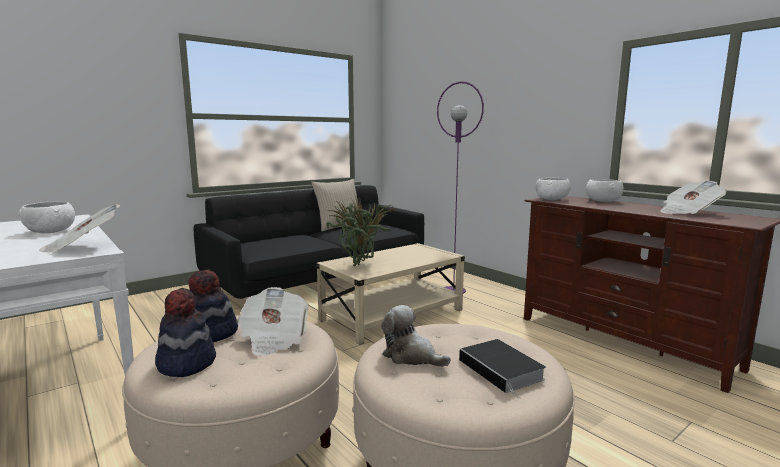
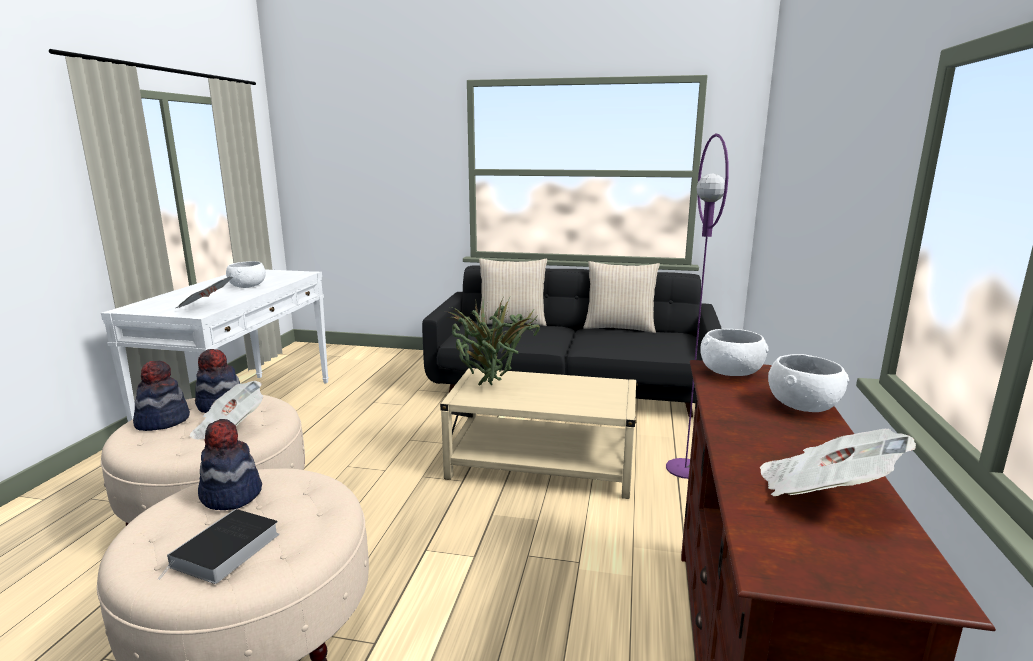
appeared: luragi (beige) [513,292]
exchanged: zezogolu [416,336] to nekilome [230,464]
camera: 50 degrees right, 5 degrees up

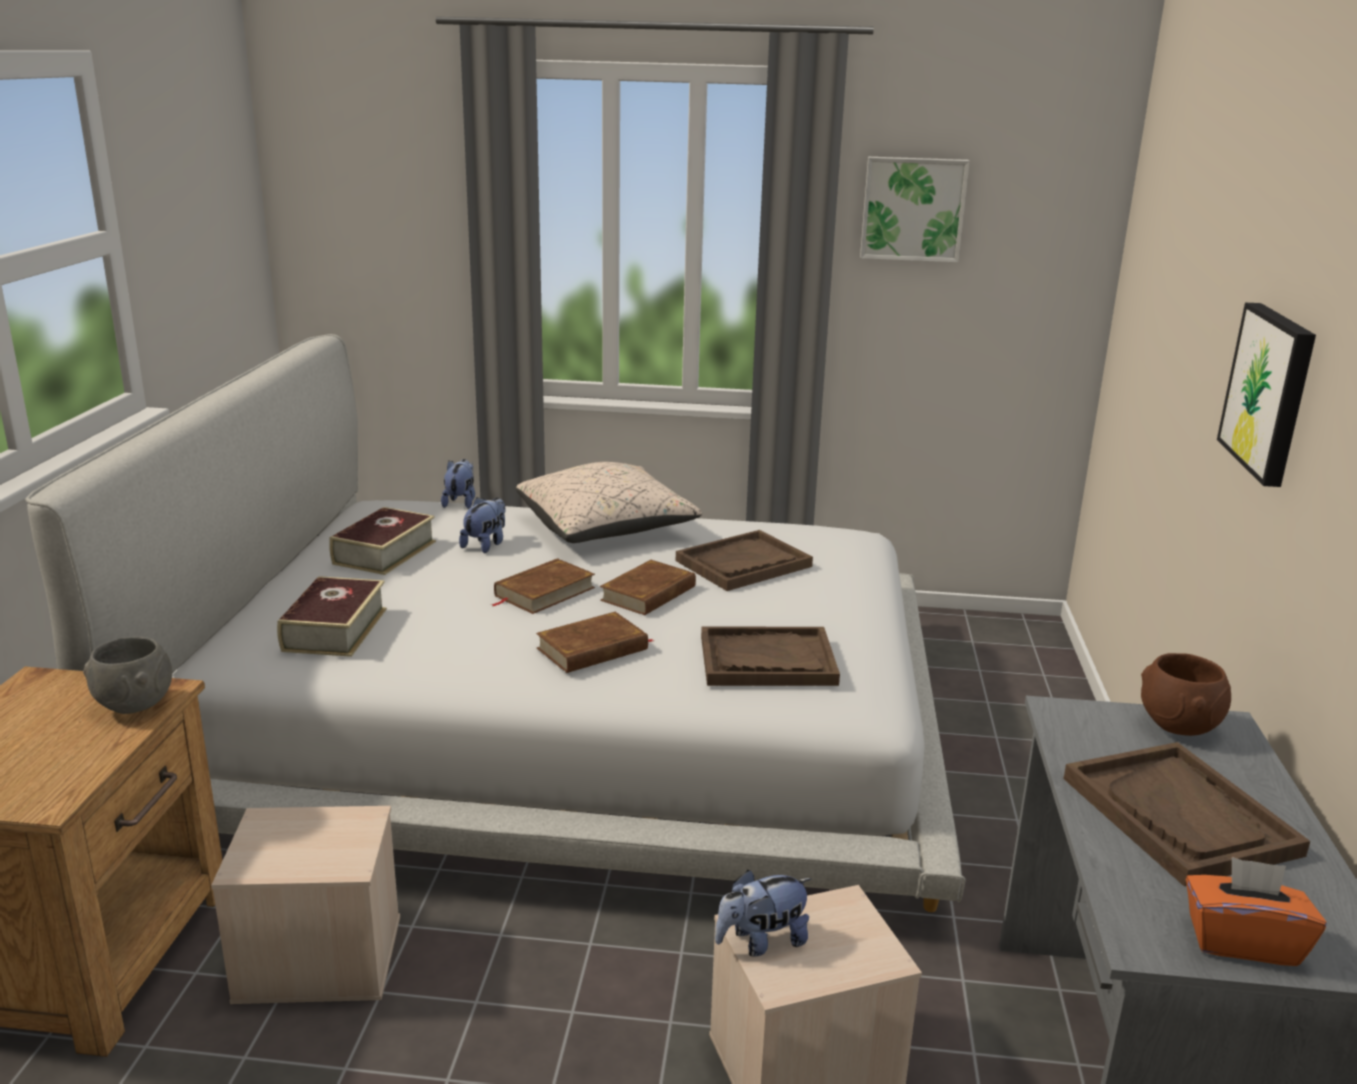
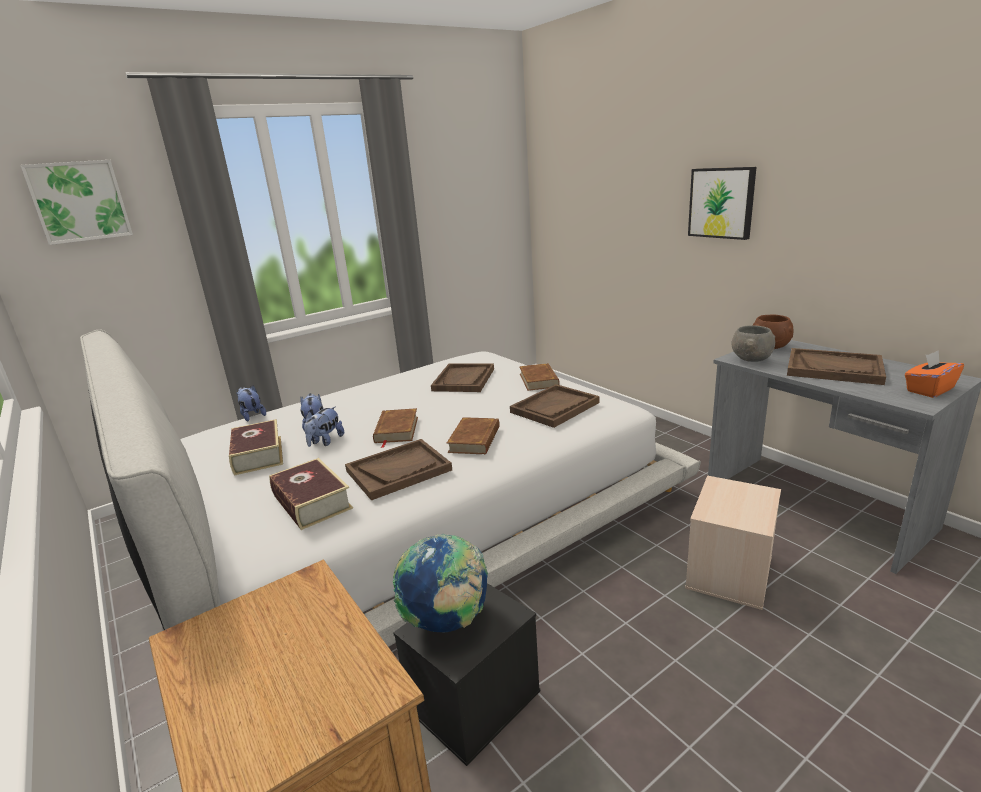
missing: luragi (beige) [609,502]
appeared: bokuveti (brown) [398,469]; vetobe [441,583]
relocated: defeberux [915,209] to [76,202]; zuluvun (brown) [648,587] to [539,377]; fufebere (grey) [127,675] to [753,343]; zezogolu [763,913] to [324,426]
colour: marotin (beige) [305,905] to marotin (black) [466,674]
camera: 40 degrees left, 0 degrees up

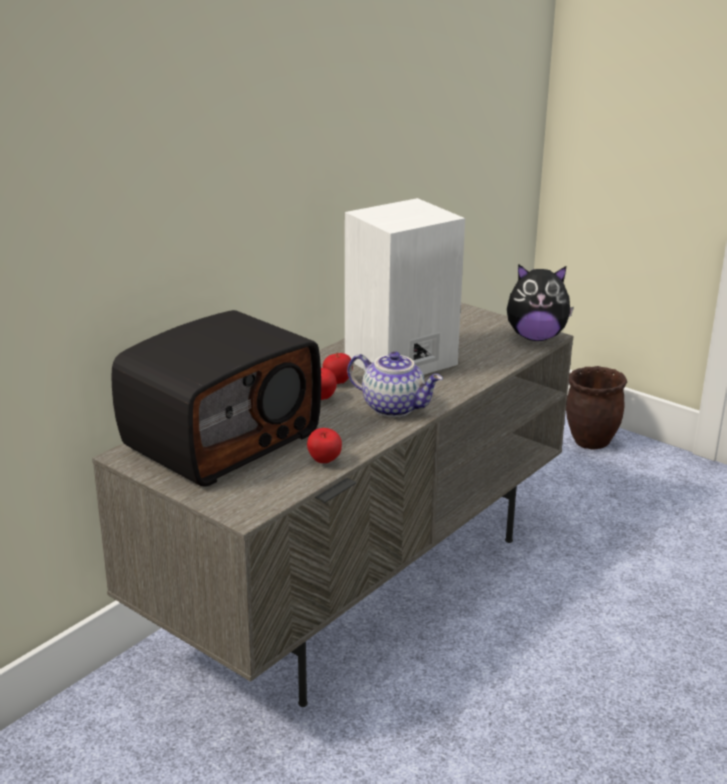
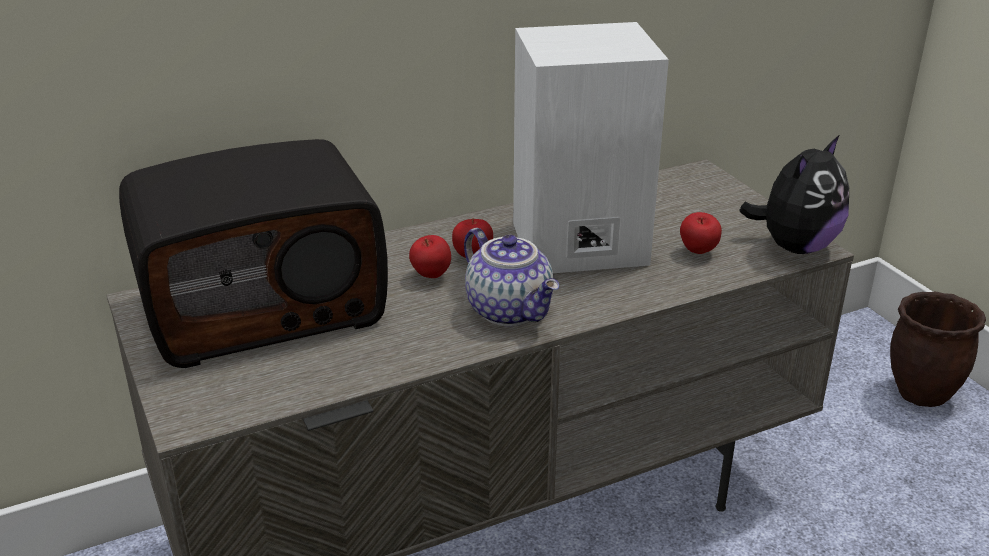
relocated: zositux [324,445] to [701,233]
spun: zezogolu [540,302] = [794,194] 75 degrees counterclockwise
camera: 25 degrees right, 5 degrees up

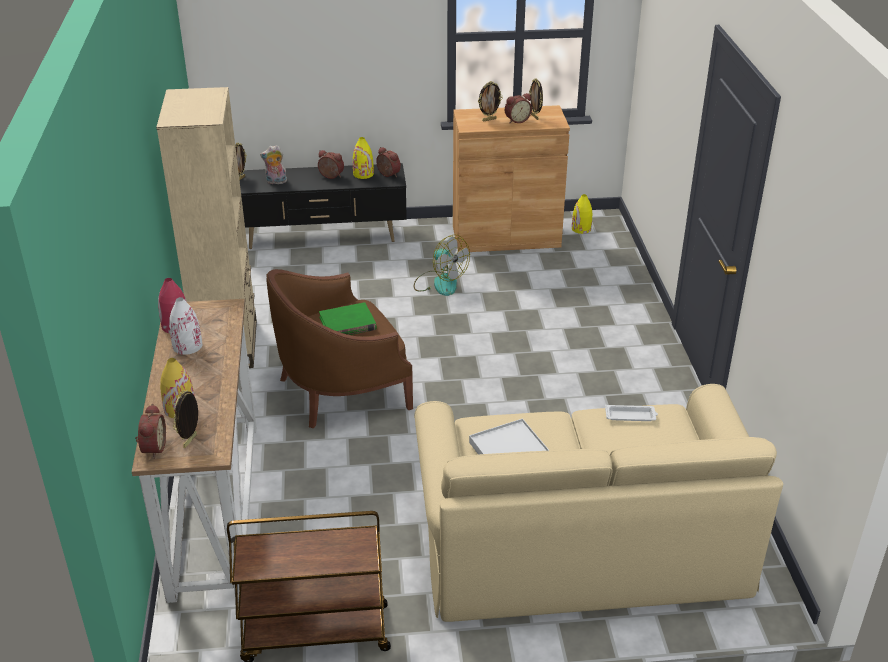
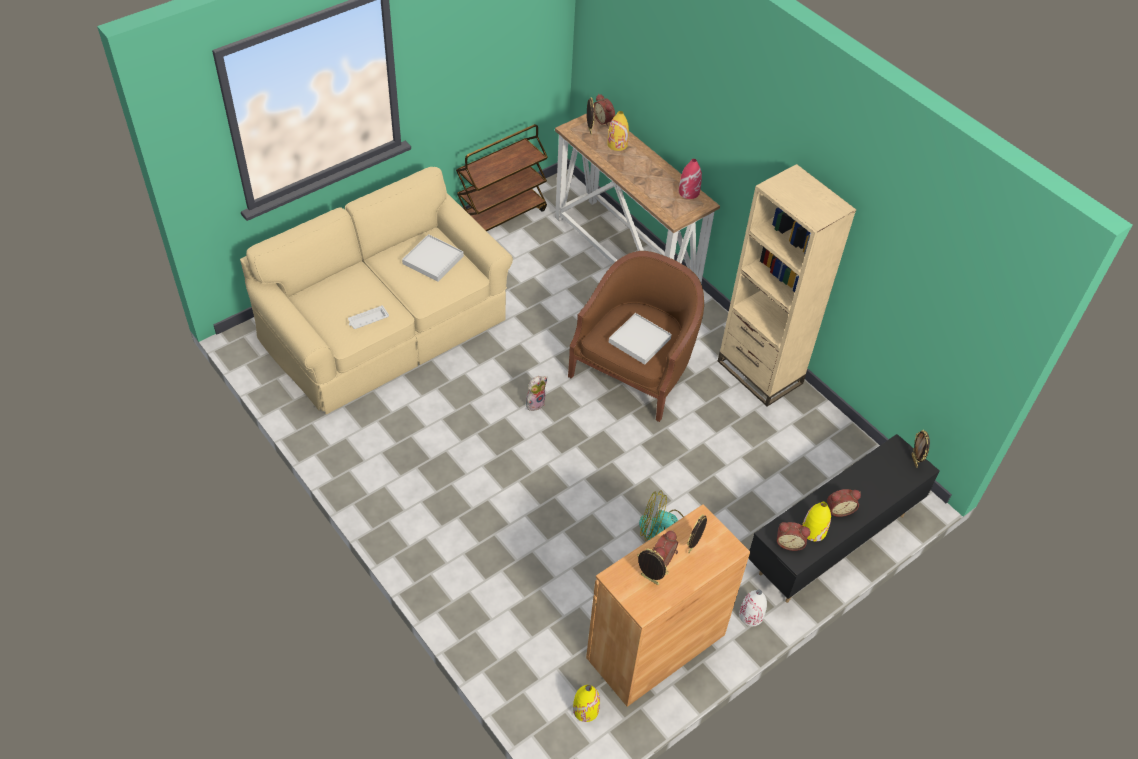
relocated: zezogolu [273,164] to [537,393]; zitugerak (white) [185,326] to [753,607]
exchanged: zuluvun (green) [347,318] to bokuveti (white) [640,339]
camera: 145 degrees right, 15 degrees up

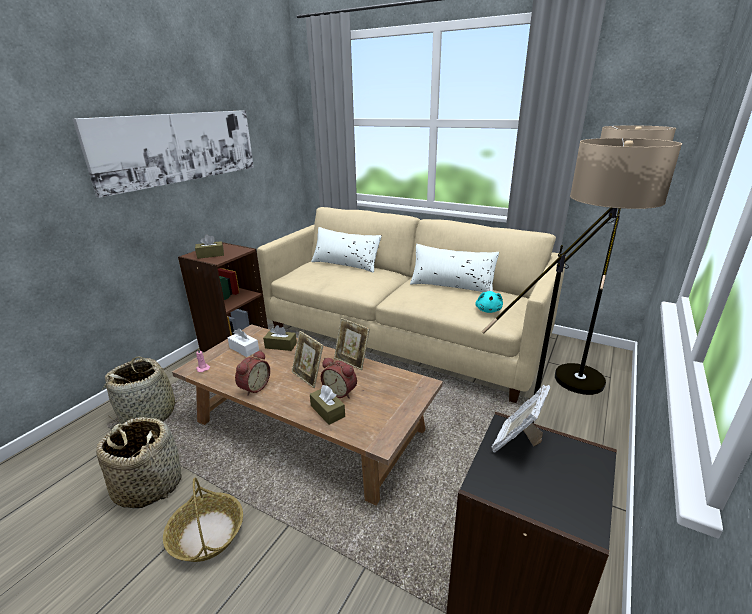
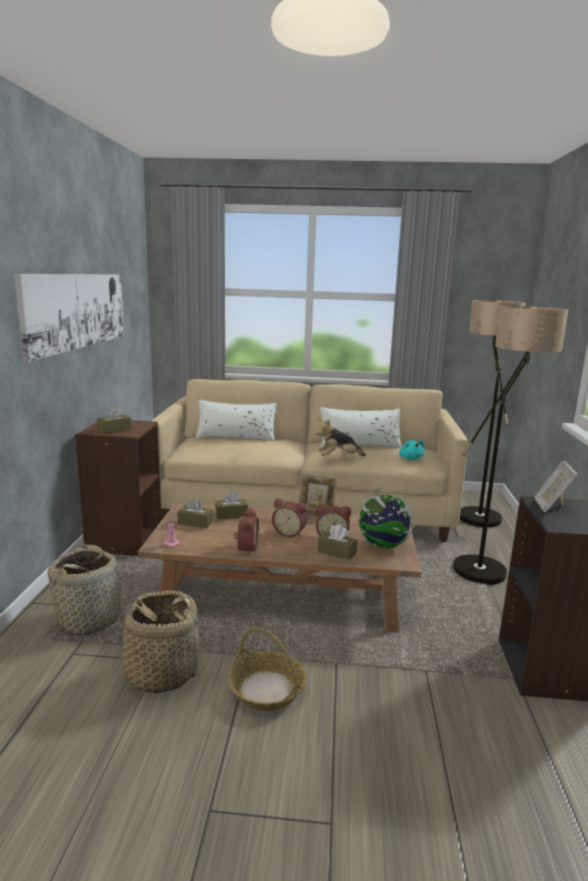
appeared: zezogolu [341,437]; vetobe [386,518]
exchanged: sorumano [307,359] to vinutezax [289,517]
colour: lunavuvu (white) [243,342] to lunavuvu (brown) [195,513]
camera: 25 degrees left, 10 degrees down

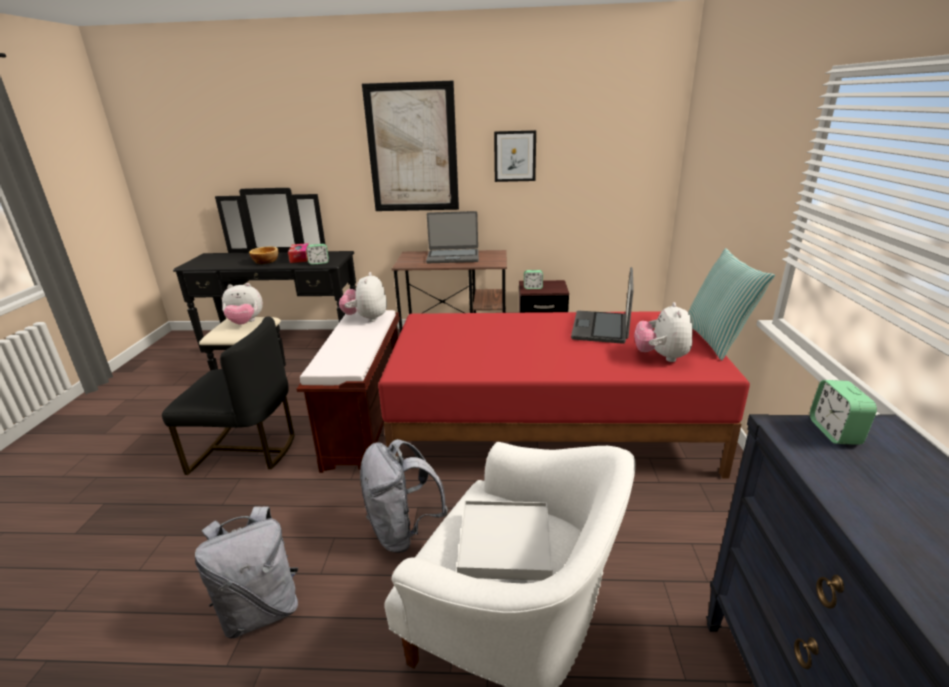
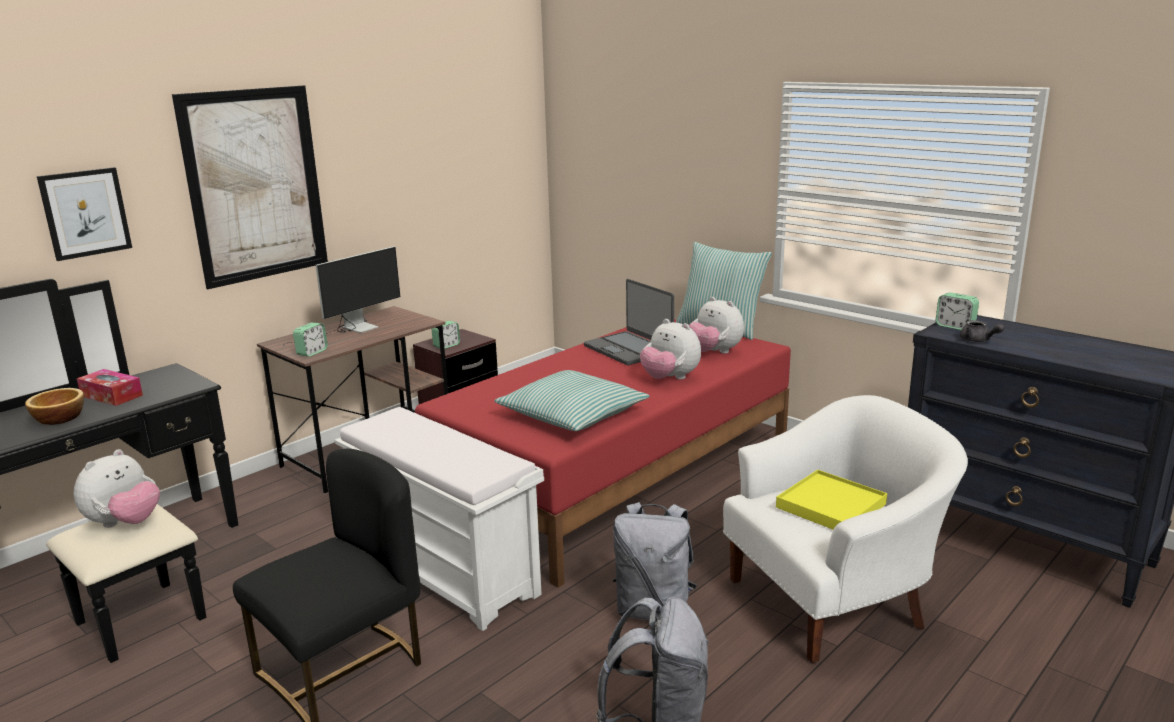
appeared: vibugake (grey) [982,331]; luragi [572,400]
relocated: defeberux [515,156] to [84,214]; vinutezax [317,254] to [310,340]; zezogolu [363,297] to [670,349]
exchanged: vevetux [452,237] to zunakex [341,296]
colour: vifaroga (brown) [348,391] to vifaroga (white) [439,519]; bokuveti (white) [505,540] to bokuveti (yellow) [831,500]
camera: 50 degrees left, 5 degrees down

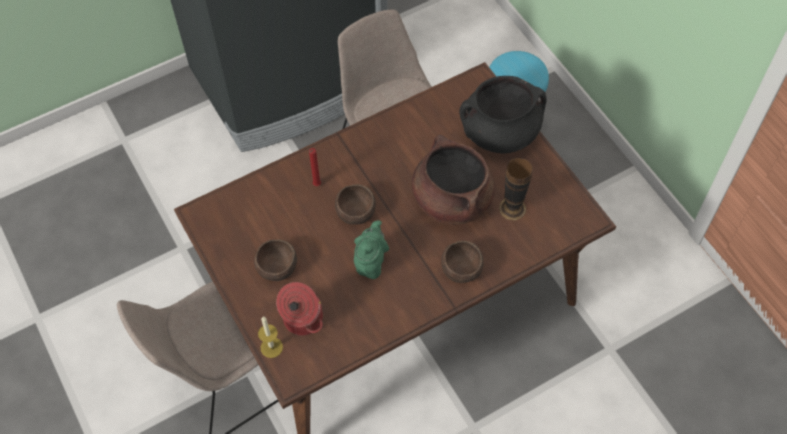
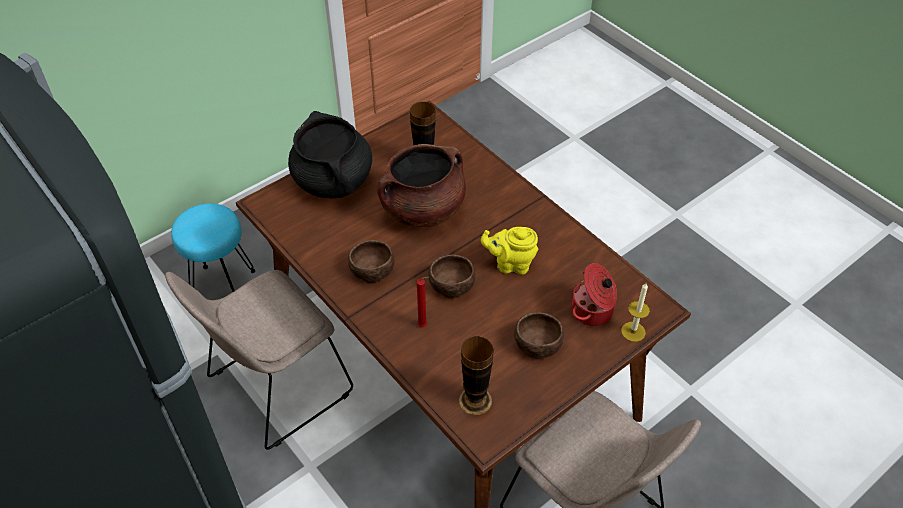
appeared: zitugerak [476,375]
relocated: fufebere (brown) [462,262] to [371,261]
colour: vibugake (green) [371,249] to vibugake (yellow) [509,251]
camera: 100 degrees left, 10 degrees down

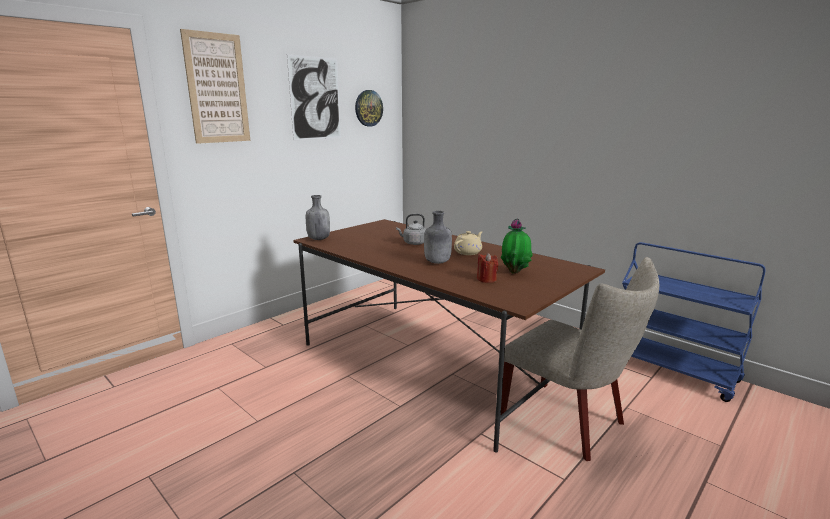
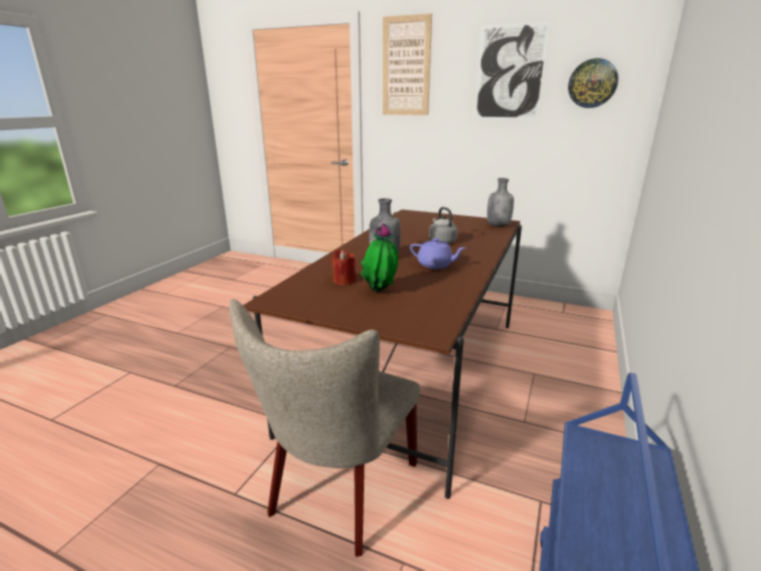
relocated: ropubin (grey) [318,217] to [500,202]
colour: vibugake (beige) [468,243] to vibugake (purple) [437,253]
camera: 70 degrees right, 5 degrees up

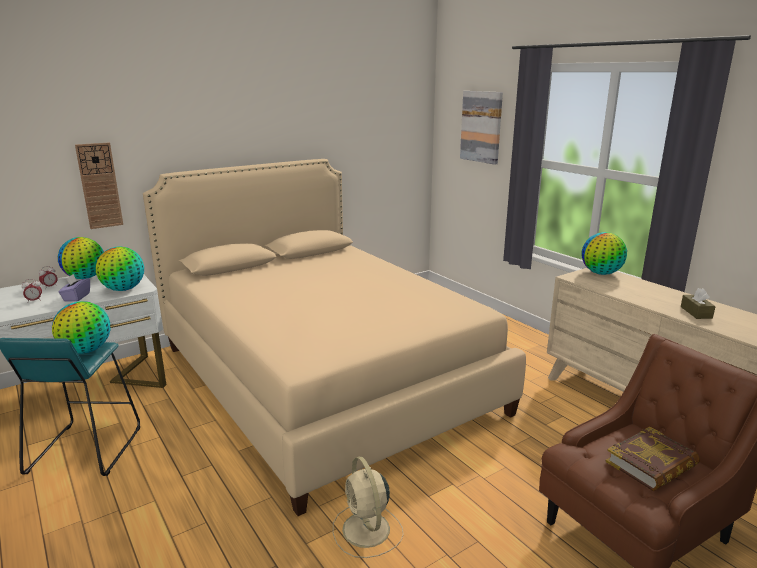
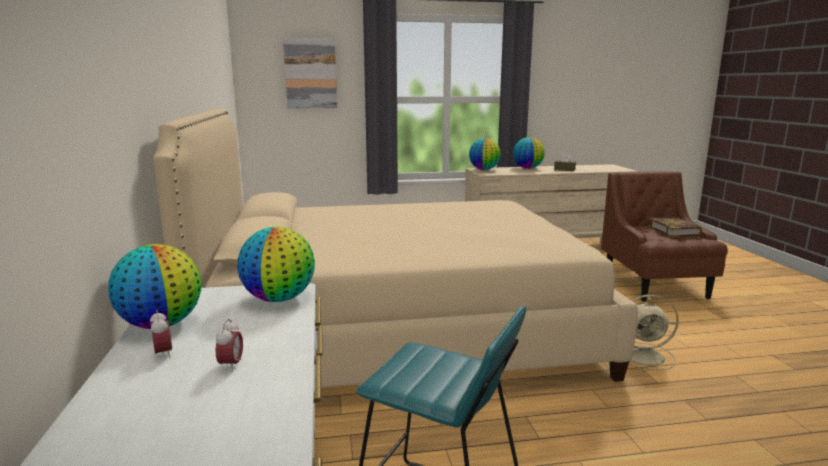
missing: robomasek [99,185]; lunavuvu (purple) [74,288]
relocated: vetobe [81,327] to [529,153]
camera: 65 degrees left, 5 degrees down

